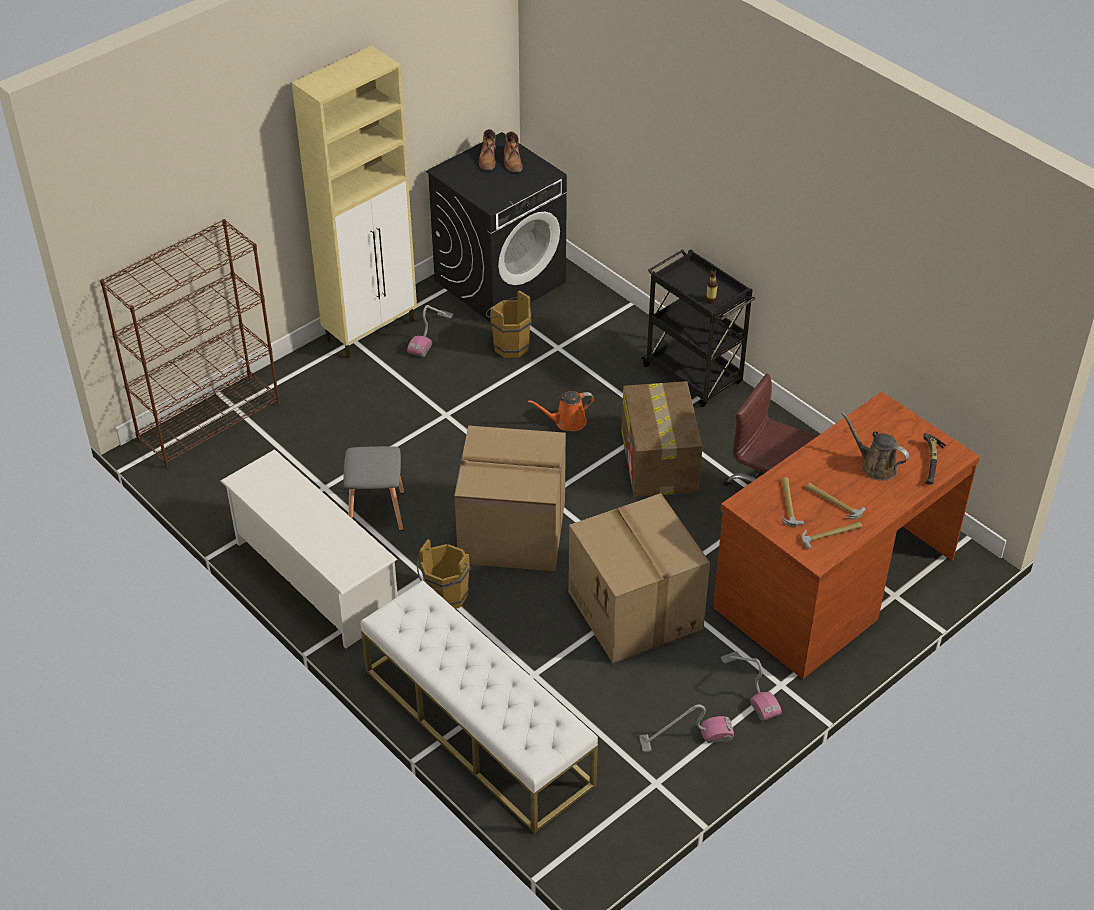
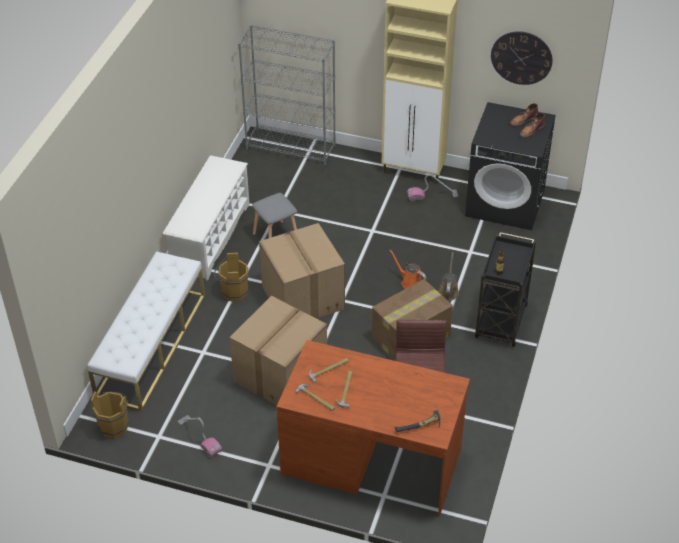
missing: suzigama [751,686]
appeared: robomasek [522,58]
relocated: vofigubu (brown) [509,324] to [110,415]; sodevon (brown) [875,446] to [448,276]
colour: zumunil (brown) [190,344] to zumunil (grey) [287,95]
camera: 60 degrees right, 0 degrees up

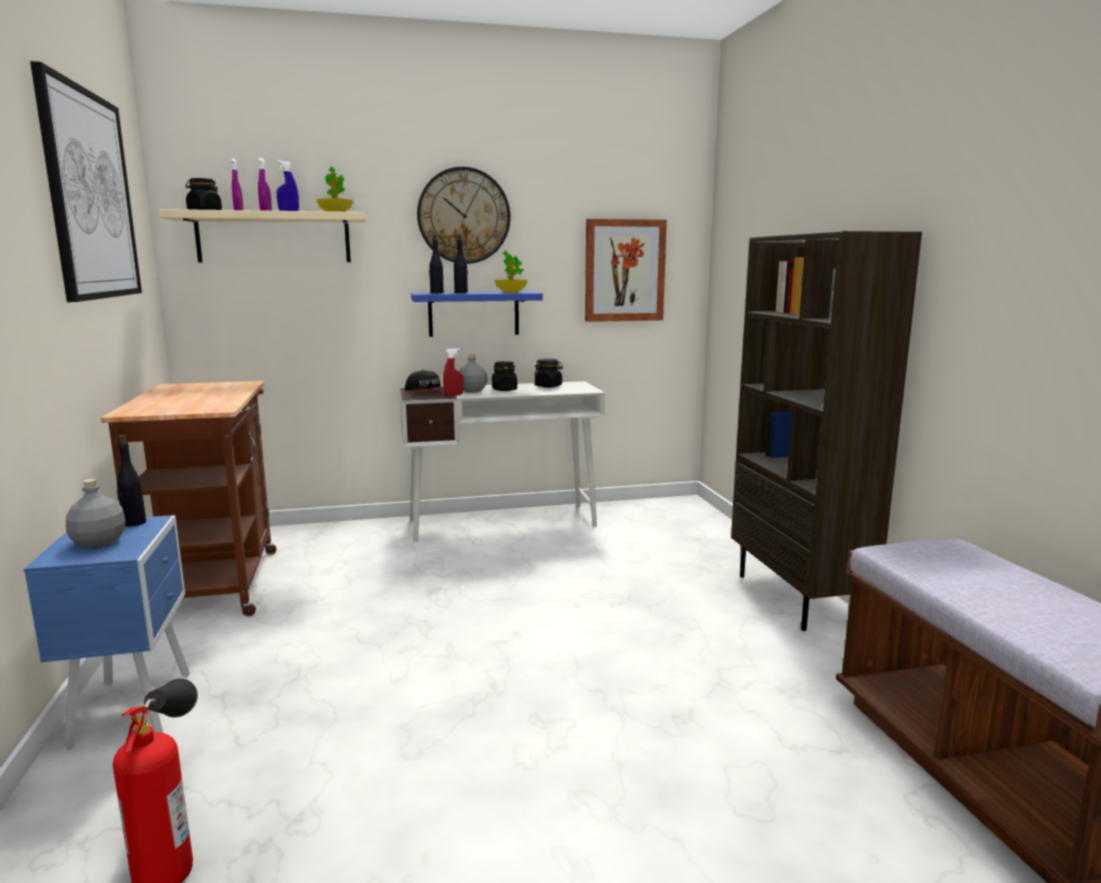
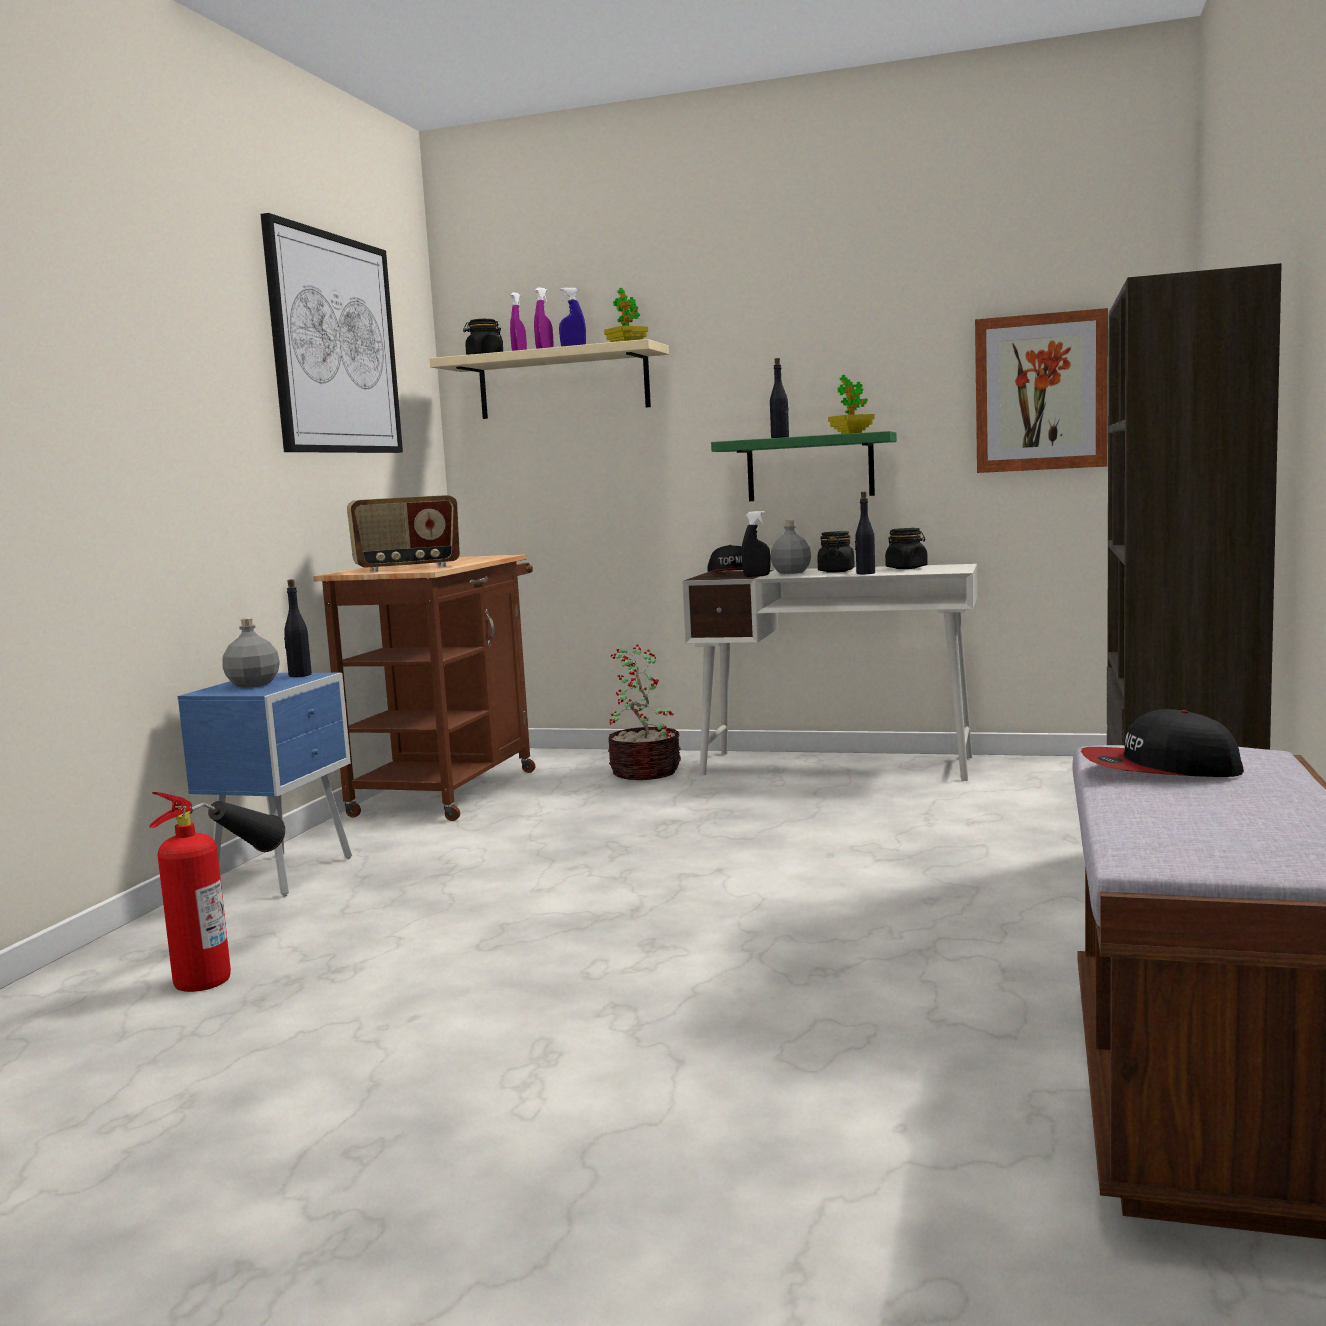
missing: robomasek [463,215]
appeared: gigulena [403,533]; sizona [644,712]; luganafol [1162,743]
relocated: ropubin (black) [436,264] to [865,532]
colour: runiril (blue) [477,314] to runiril (green) [804,466]; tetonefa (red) [453,372] to tetonefa (black) [756,544]
camera: 30 degrees right, 5 degrees down

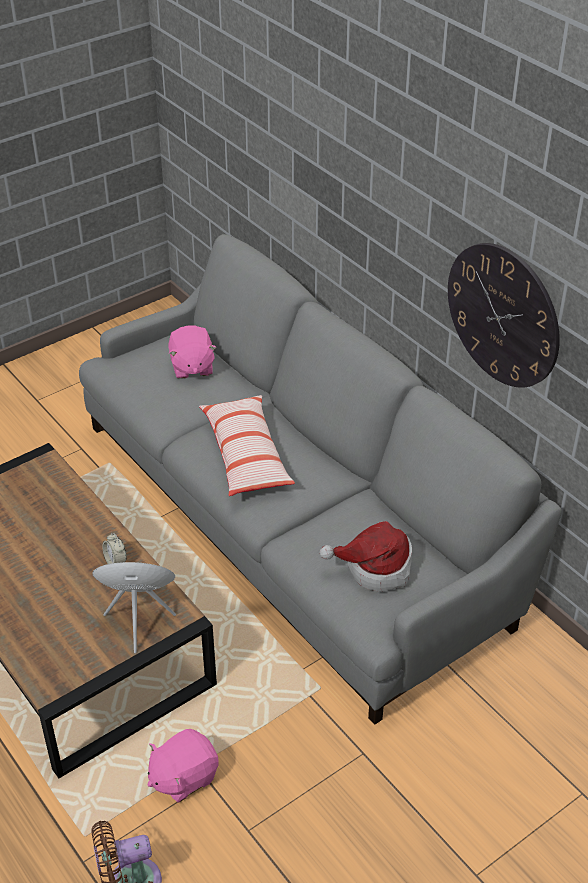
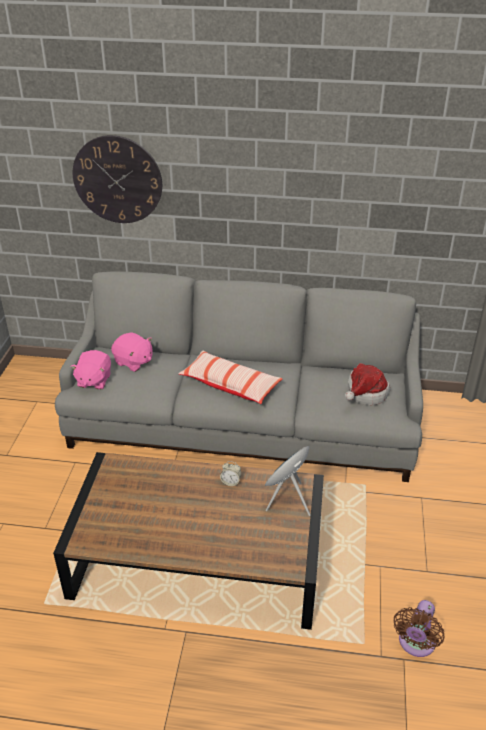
relocated: robomasek [504,315] to [117,179]; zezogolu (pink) [183,766] to [90,370]
camera: 45 degrees left, 5 degrees down

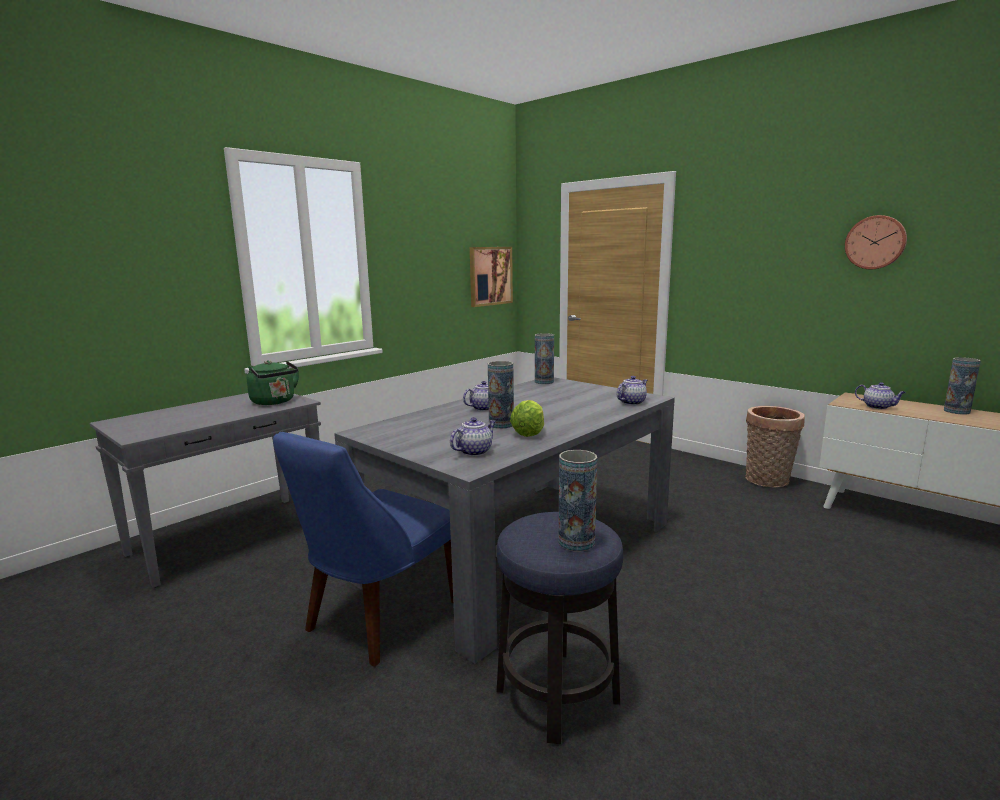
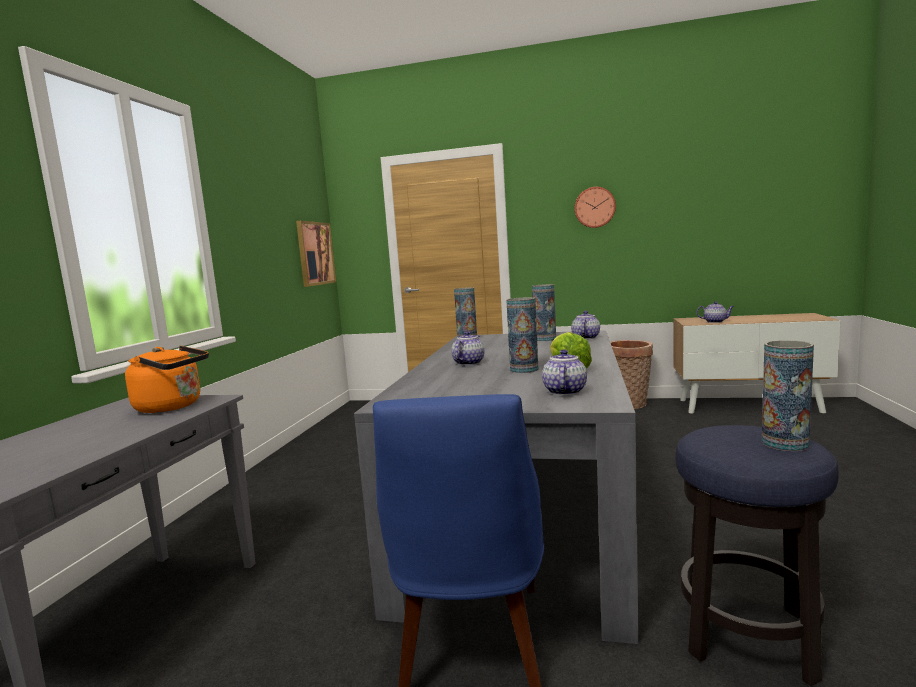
relocated: robomasek [876,242] to [595,207]; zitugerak [962,386] to [544,312]
colour: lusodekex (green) [273,383] to lusodekex (orange) [167,379]
camera: 30 degrees left, 5 degrees down

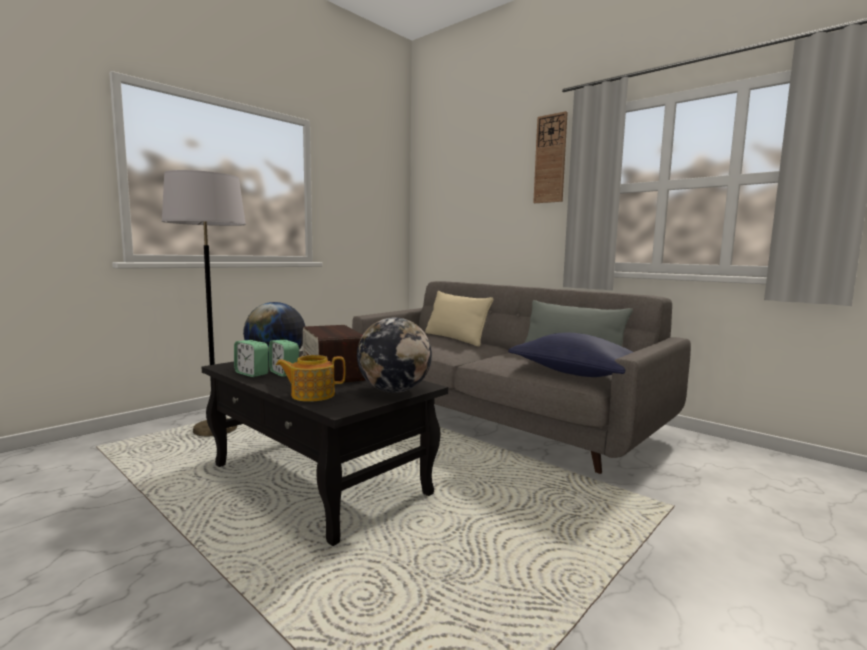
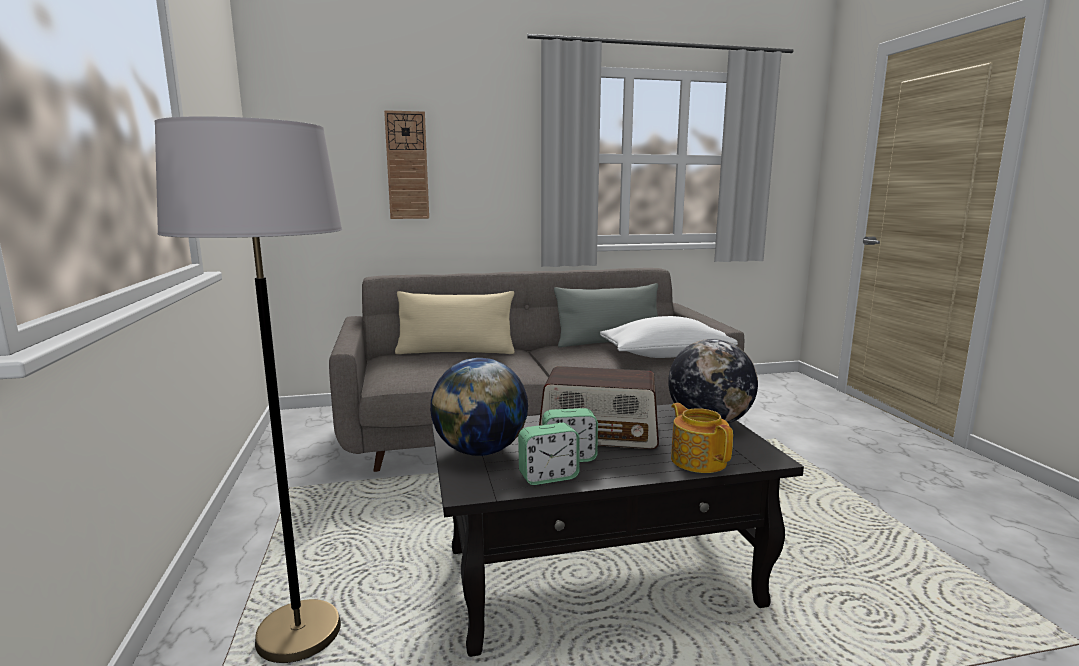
relocated: robomasek [550,157] to [406,164]
colour: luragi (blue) [570,355] to luragi (white) [669,337]
spun: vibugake [311,378] = [702,438] 135 degrees clockwise
camera: 55 degrees left, 5 degrees up

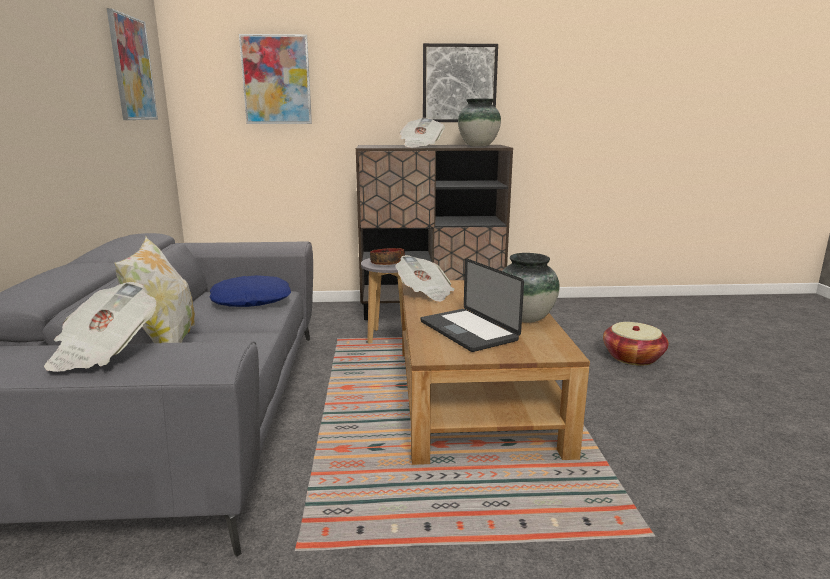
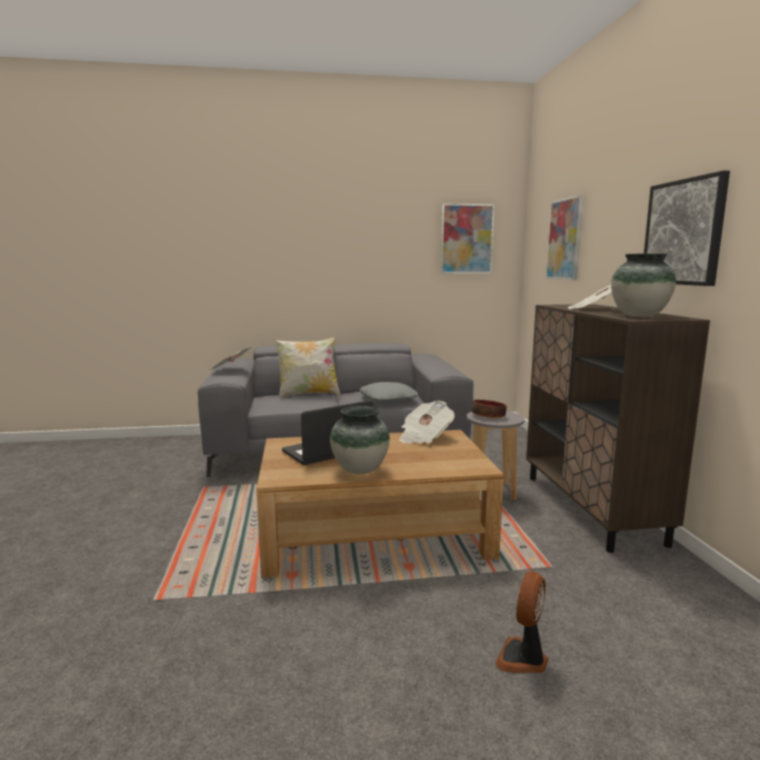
exchanged: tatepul [635,344] to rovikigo [521,622]
colour: luragi (blue) [250,291] to luragi (grey) [389,392]
camera: 85 degrees right, 5 degrees down

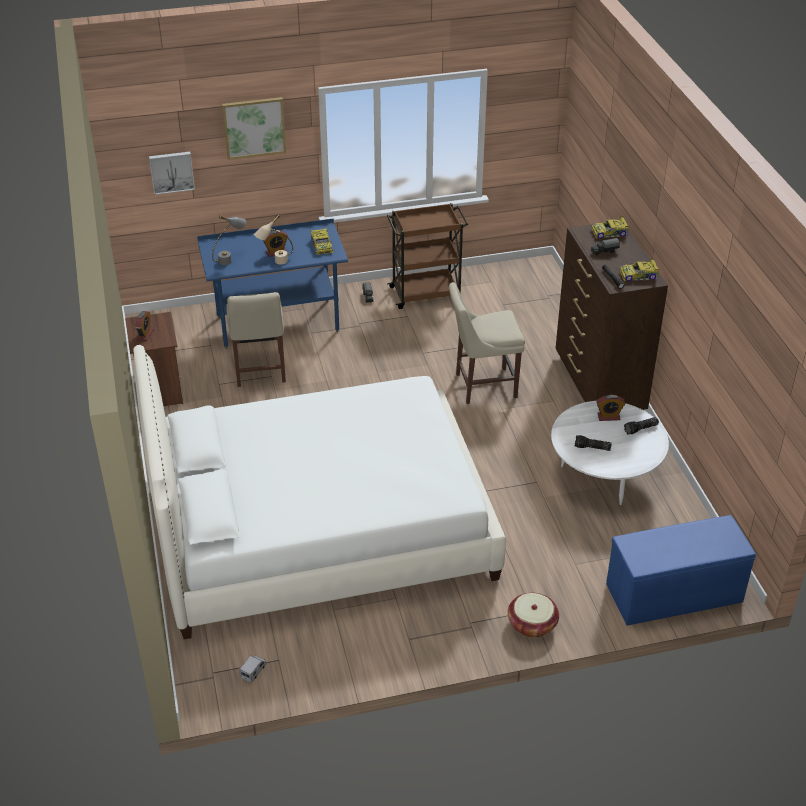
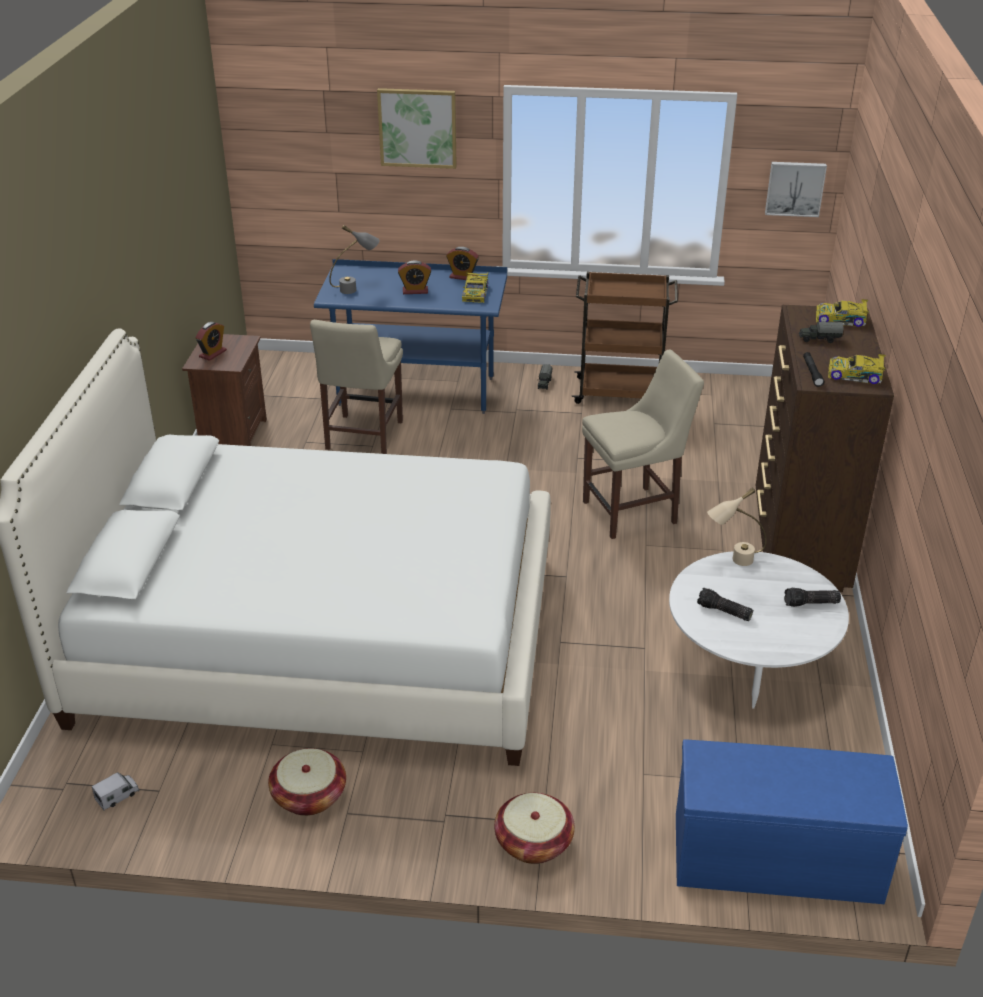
appeared: tatepul [307,782]
relocated: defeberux [172,173] to [796,189]; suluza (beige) [273,239] to [736,527]; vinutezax [611,408] to [462,263]
spun: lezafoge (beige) [487,343] = [643,444] 150 degrees clockwise
camera: 20 degrees right, 5 degrees down

